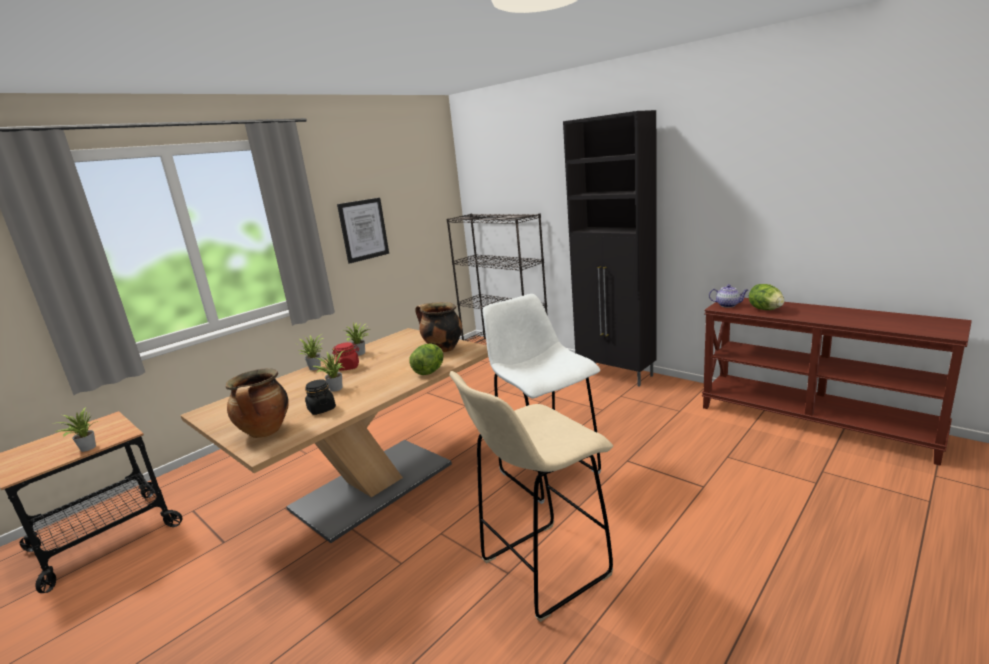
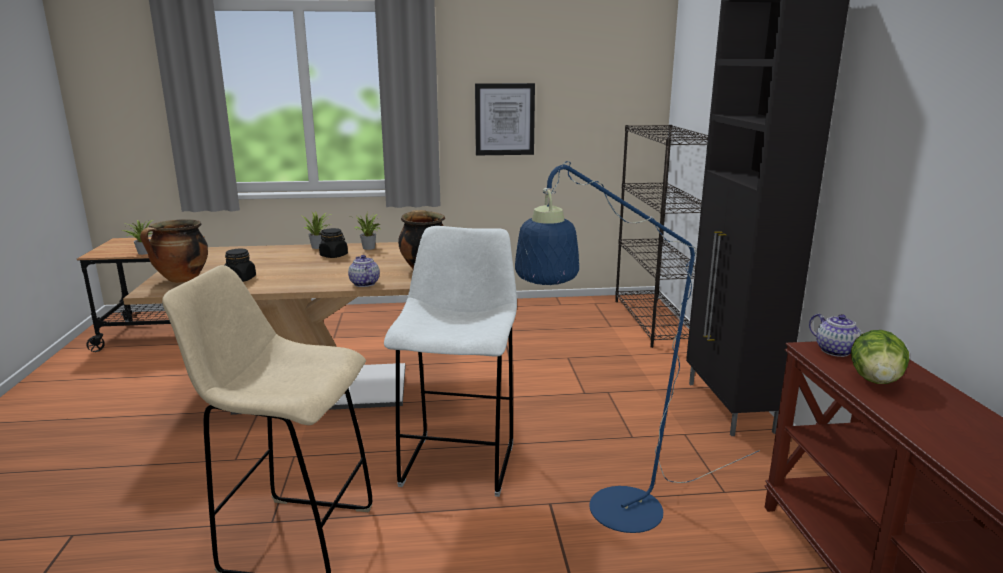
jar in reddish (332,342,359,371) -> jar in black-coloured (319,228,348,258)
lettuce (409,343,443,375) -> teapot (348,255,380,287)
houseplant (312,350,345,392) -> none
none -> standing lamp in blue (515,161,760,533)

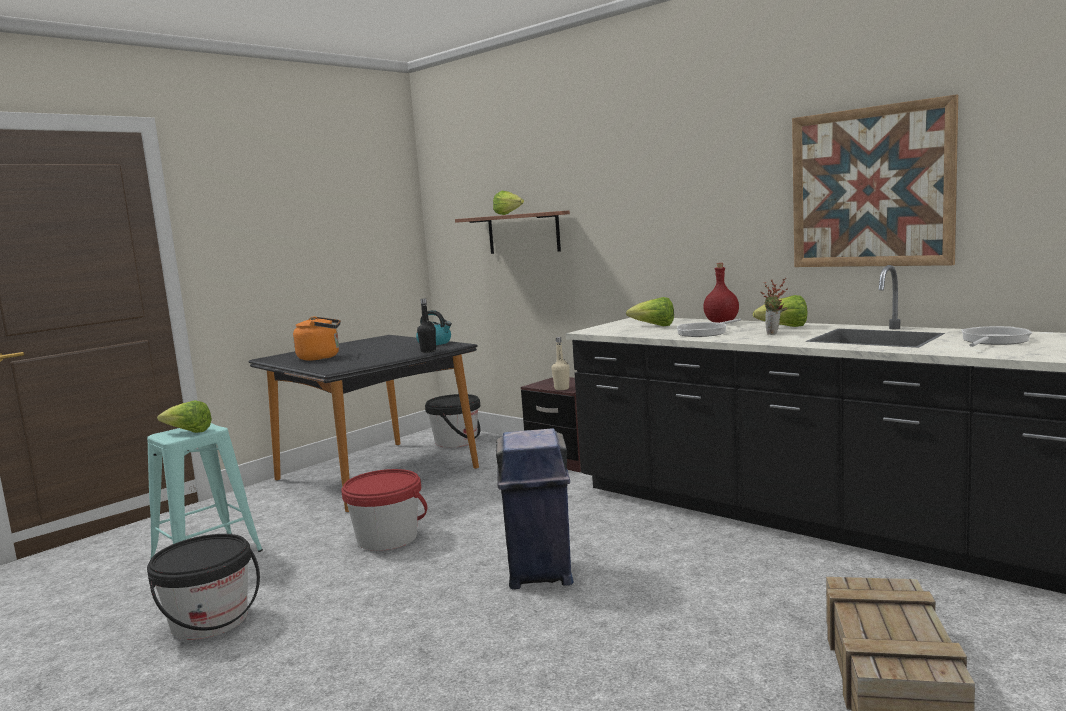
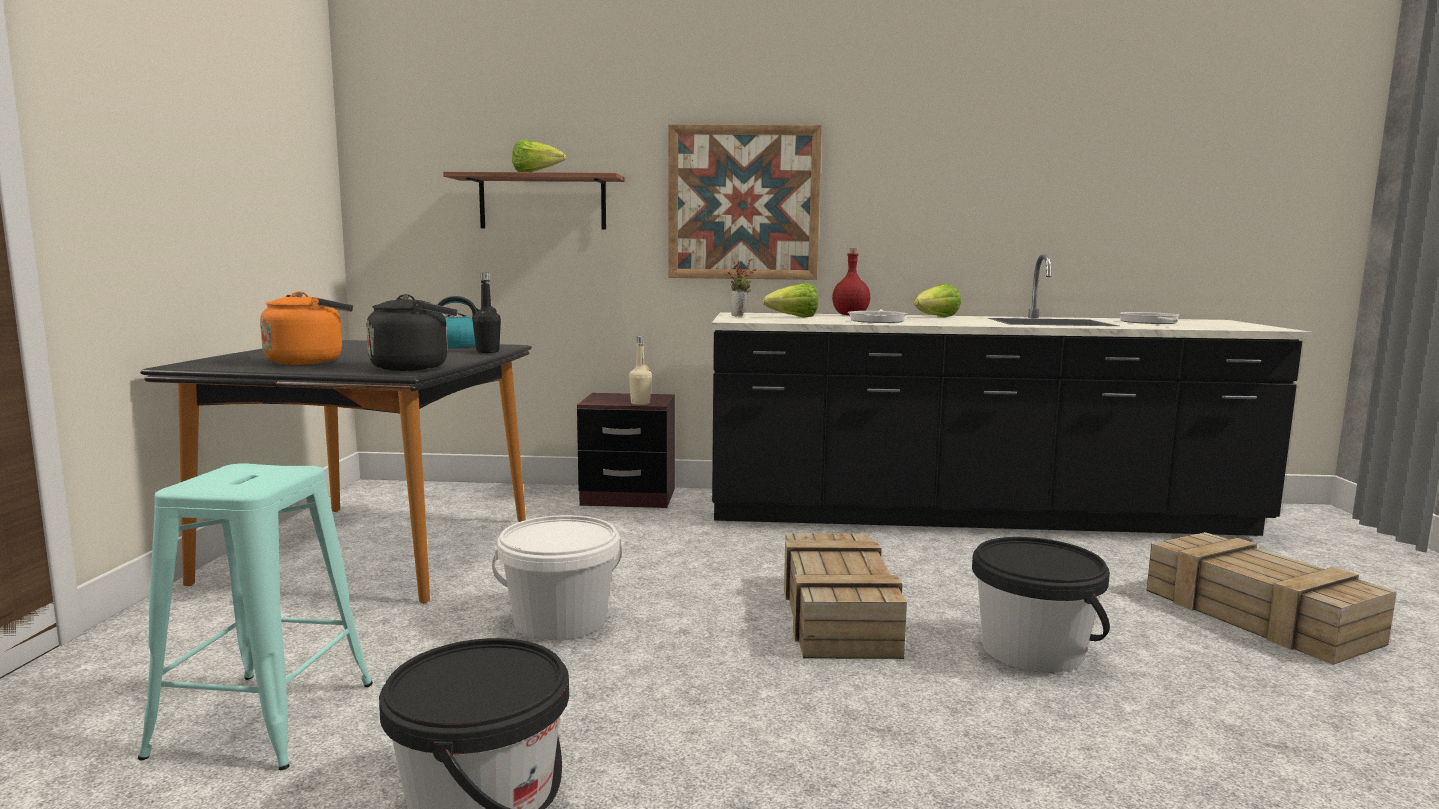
picture (792,94,958,267) -> picture (668,124,822,280), move
houseplant (760,278,788,335) -> houseplant (728,259,756,317), move
water bucket in black-coloured (425,394,480,448) -> water bucket in black-coloured (972,537,1110,673), move
lettuce (157,400,212,433) -> none
rubbish bin in blue (496,428,574,589) -> shipping crate (784,533,907,659)
water bucket in reddish (342,469,427,551) -> water bucket in whitish (492,515,622,641)
none -> kettle in black-coloured (366,294,458,371)

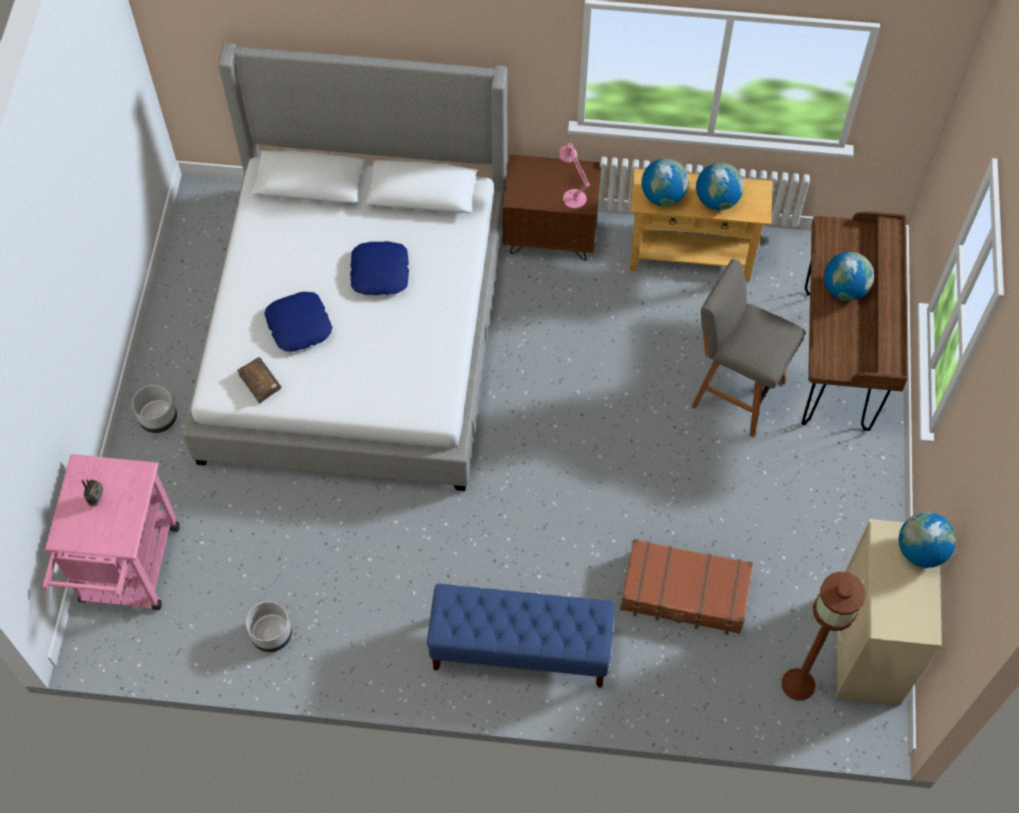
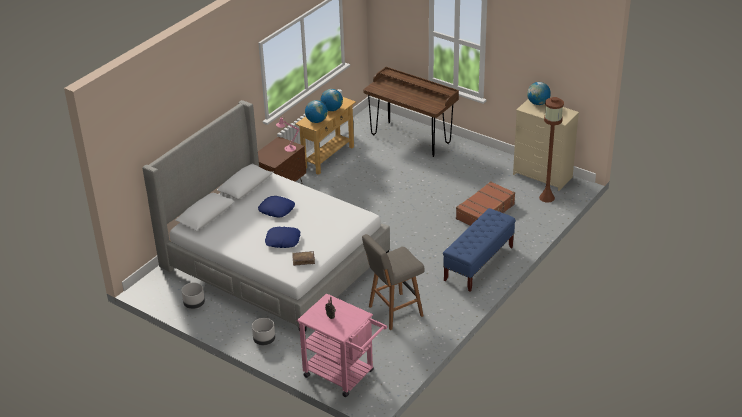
globe (824,252,874,301) -> none
sitting stool in gray (691,259,805,437) -> sitting stool in gray (362,234,424,330), move
flower pot in gray (246,601,292,652) -> flower pot in gray (181,283,205,309), move

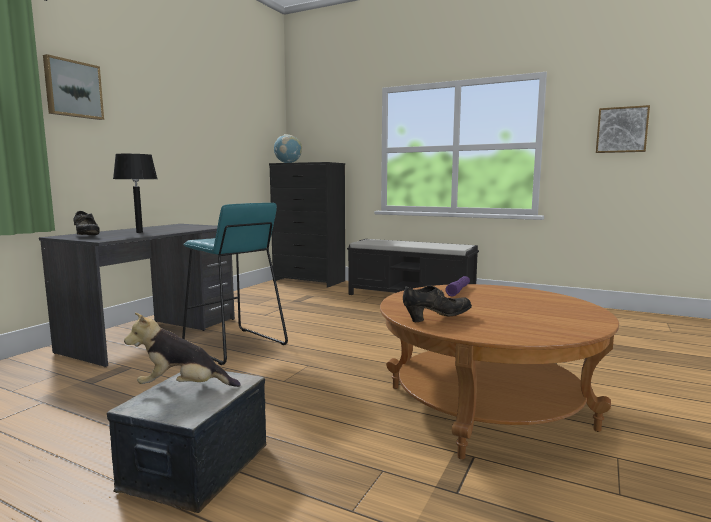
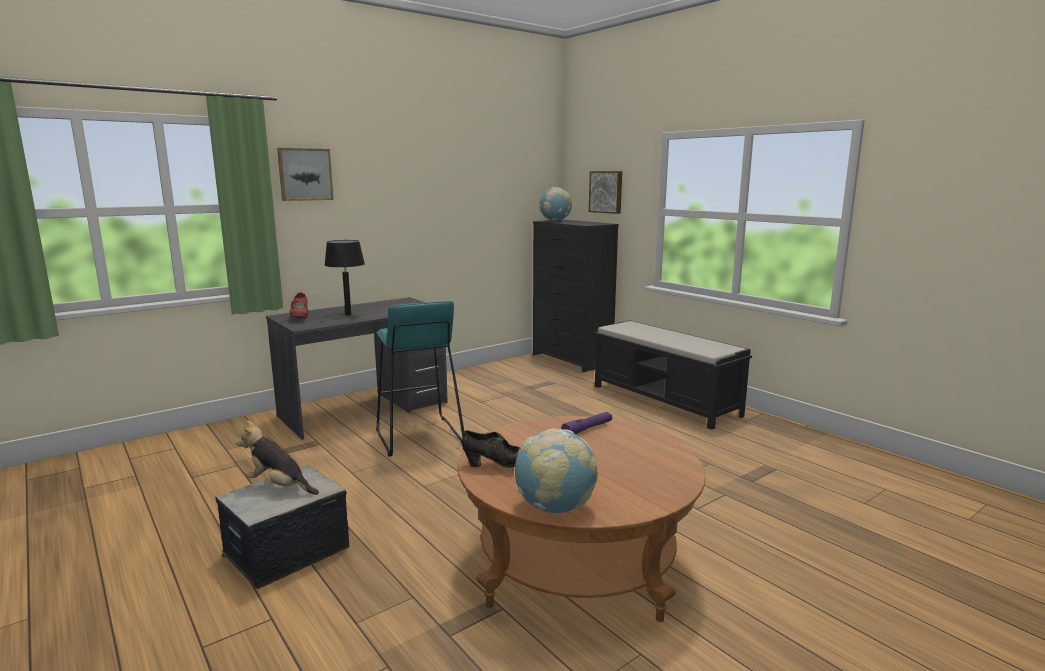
picture (596,105,650,153) -> picture (589,171,622,214), move
item of footwear in black-coloured (73,211,100,235) -> item of footwear in reddish (289,292,308,318)
none -> globe (515,428,598,513)

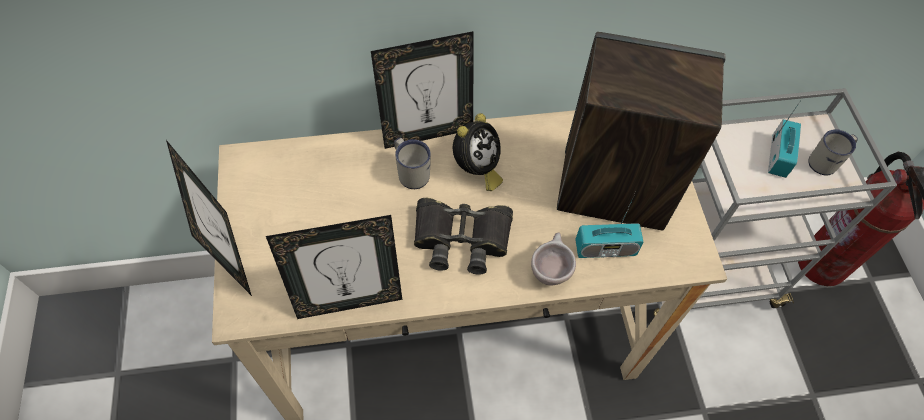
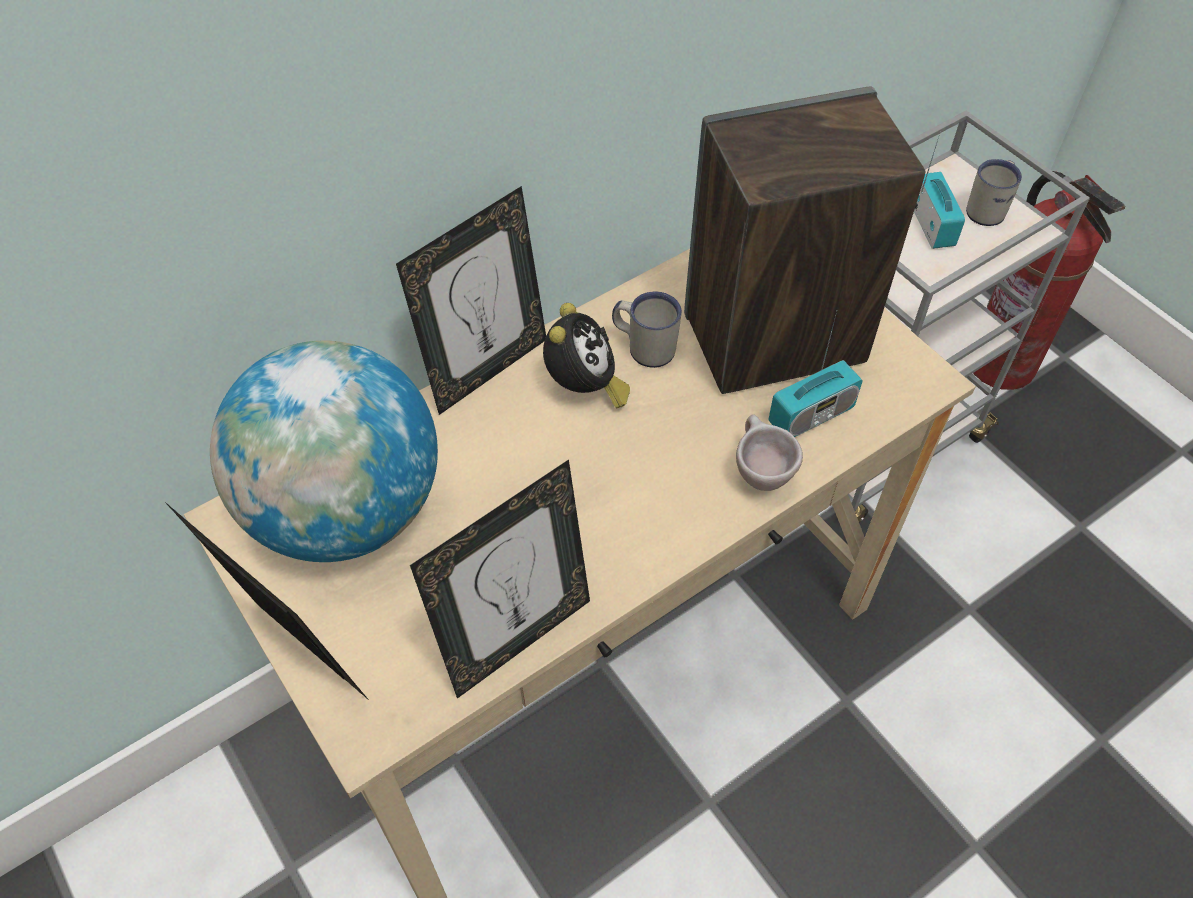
tea mug in whitish (394,137,431,189) -> tea mug in whitish (612,292,682,368), move
binoculars in black-coloured (414,198,513,275) -> none
none -> globe (210,341,438,562)

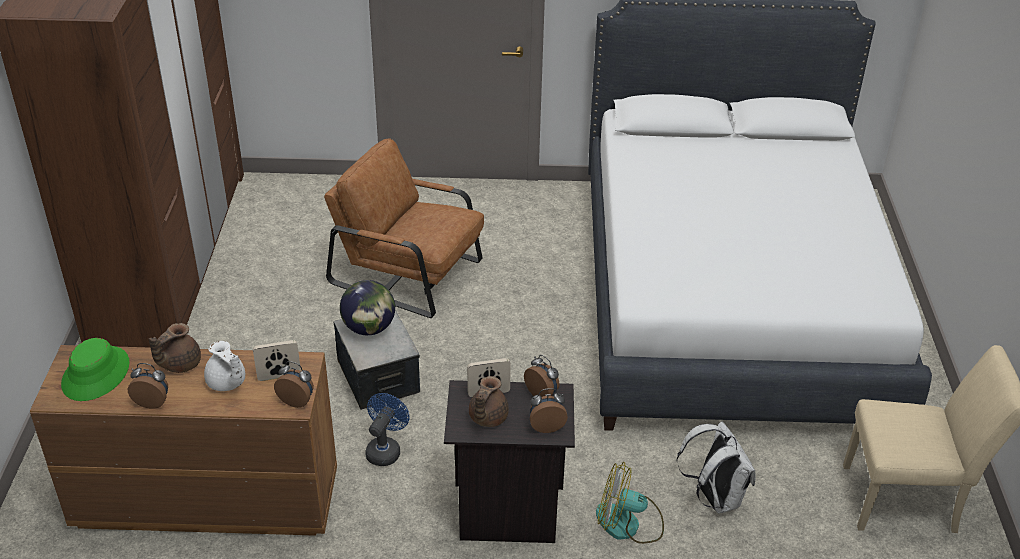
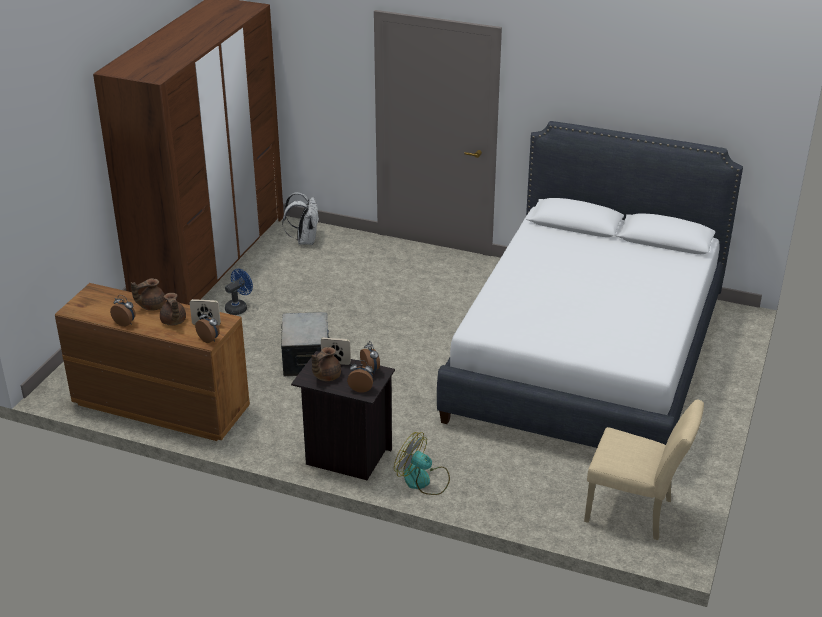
lounge chair in brownish (324,139,484,318) -> none
globe (340,280,395,335) -> none
hat in green-coloured (61,338,129,401) -> none
teapot in whitish (204,341,245,391) -> teapot in brownish (160,293,186,325)
cooling fan in blue (365,393,410,466) -> cooling fan in blue (225,269,253,315), move
backpack in whitish (677,422,756,514) -> backpack in whitish (282,192,319,245), move

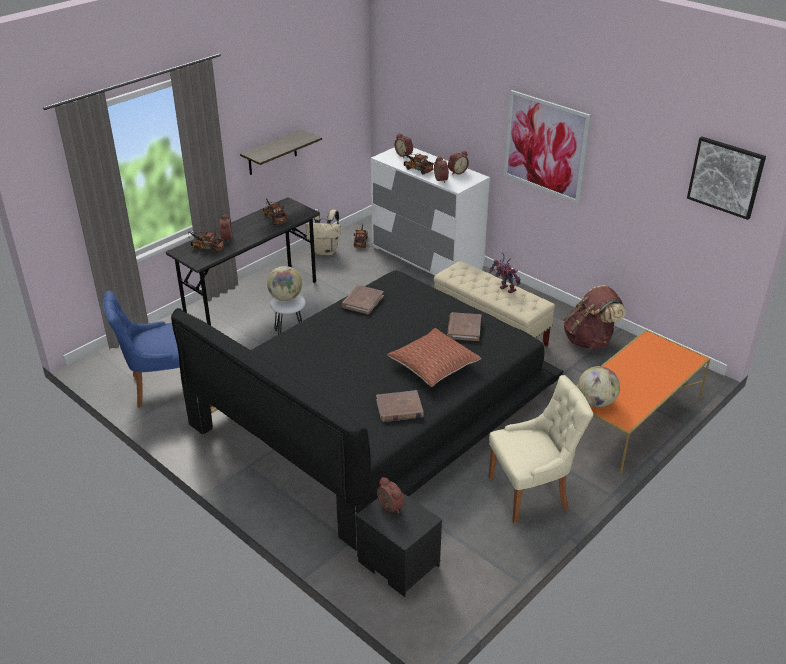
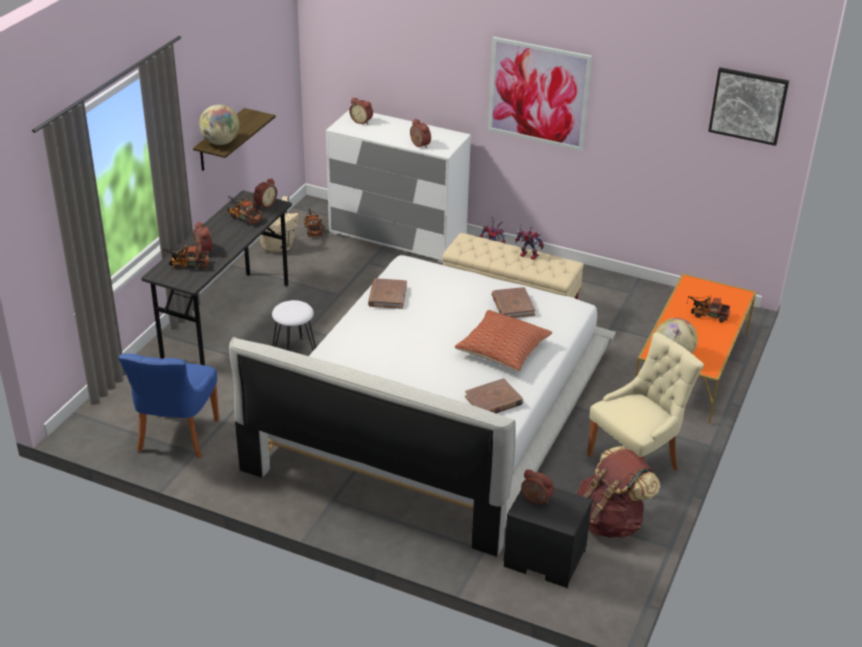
table clock (448,151,469,175) -> table clock (254,178,277,208), move
toy truck (404,152,434,175) -> toy truck (686,296,730,322), move
globe (267,266,302,301) -> globe (199,105,240,145), move
sleeping bed in black-coloured (171,270,563,551) -> sleeping bed in whitish (229,255,616,557)
backpack in brownish (563,285,626,349) -> backpack in brownish (577,446,660,538), move
chair in blue (103,291,180,408) -> chair in blue (118,354,219,459), 45 degrees counterclockwise

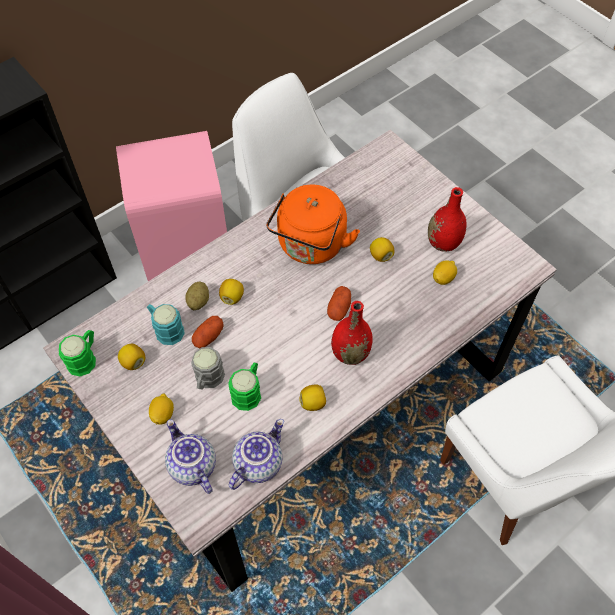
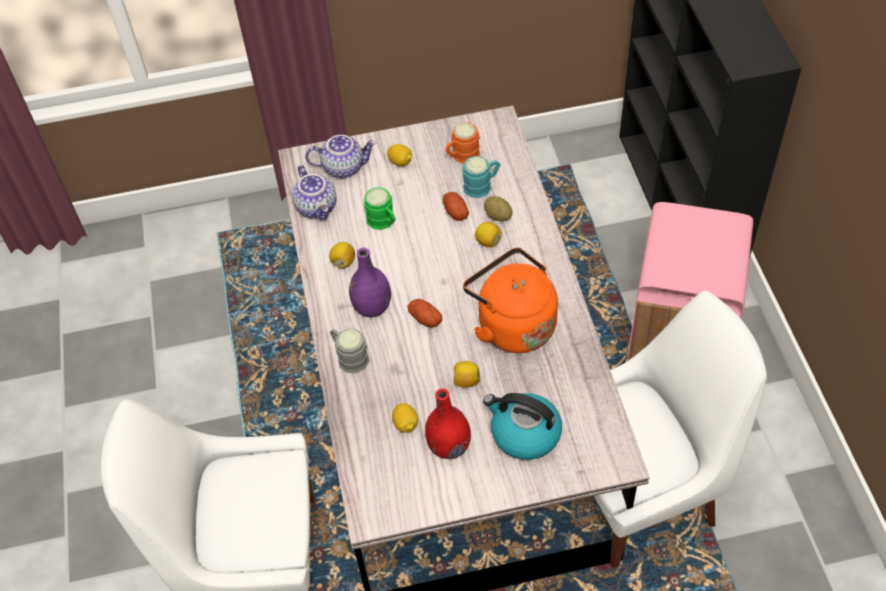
vase in reddish (331,301,373,365) -> vase in purple (349,248,391,317)
tea mug in green-coloured (59,330,96,377) -> none
lemon (118,344,145,370) -> tea mug in orange (445,123,480,164)
tea mug in gray (191,347,225,389) -> tea mug in gray (330,329,369,373), move
none -> kettle (483,393,562,460)

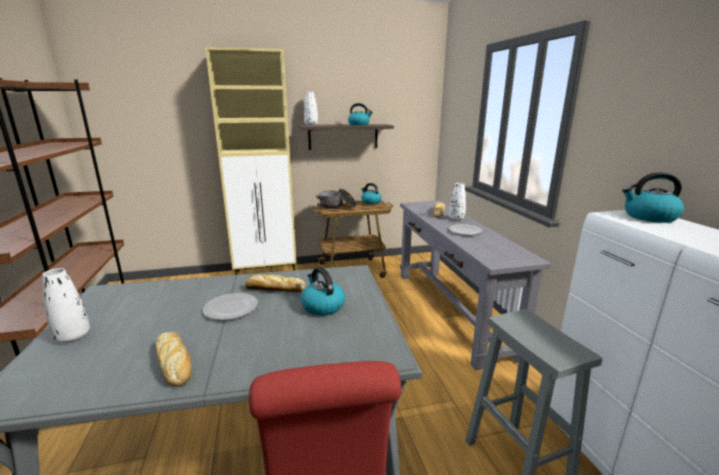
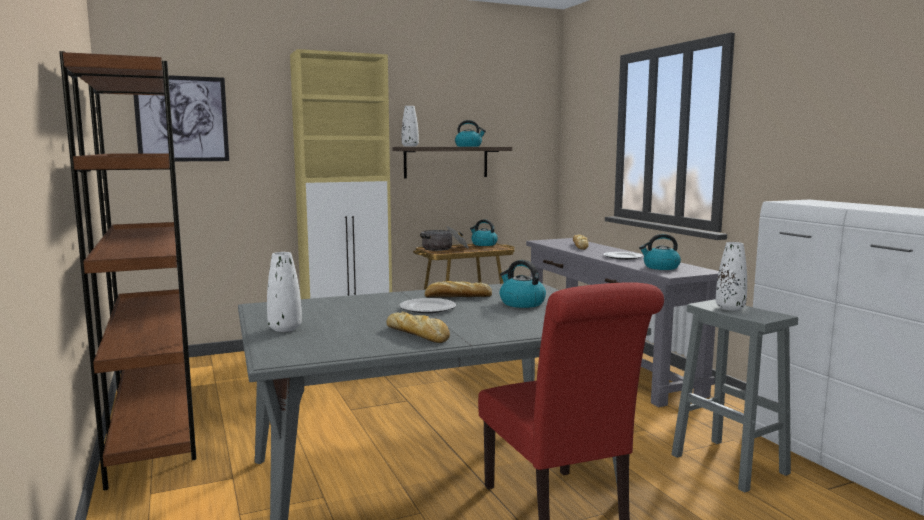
kettle (622,172,684,223) -> kettle (639,234,681,270), move
vase in whitish (449,183,466,220) -> vase in whitish (716,242,747,311), move
none -> picture (134,75,229,161)

